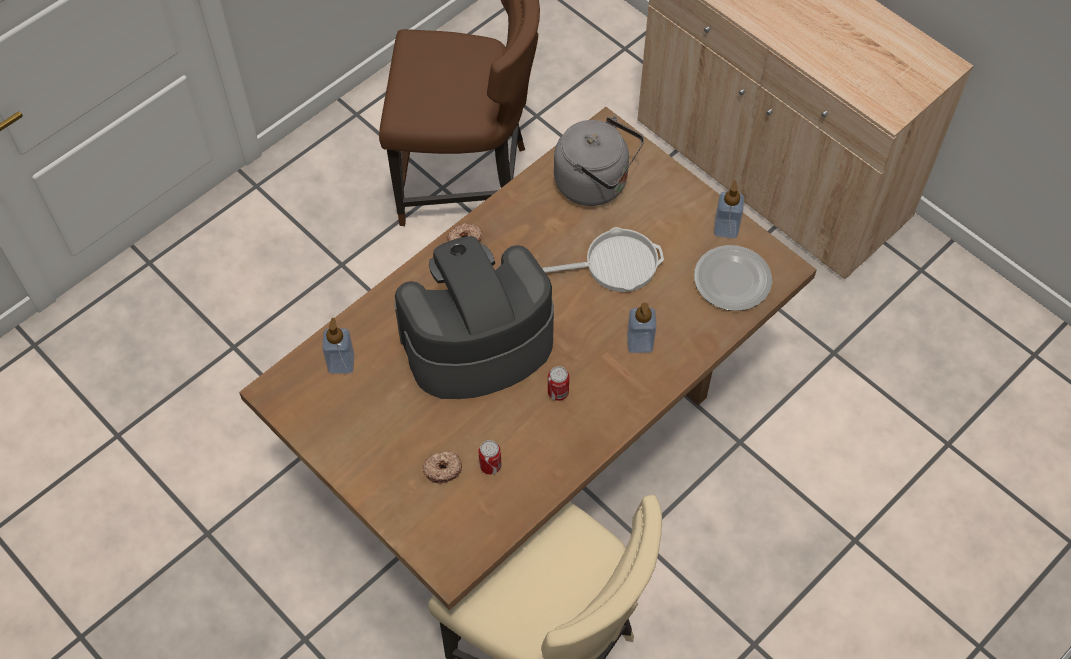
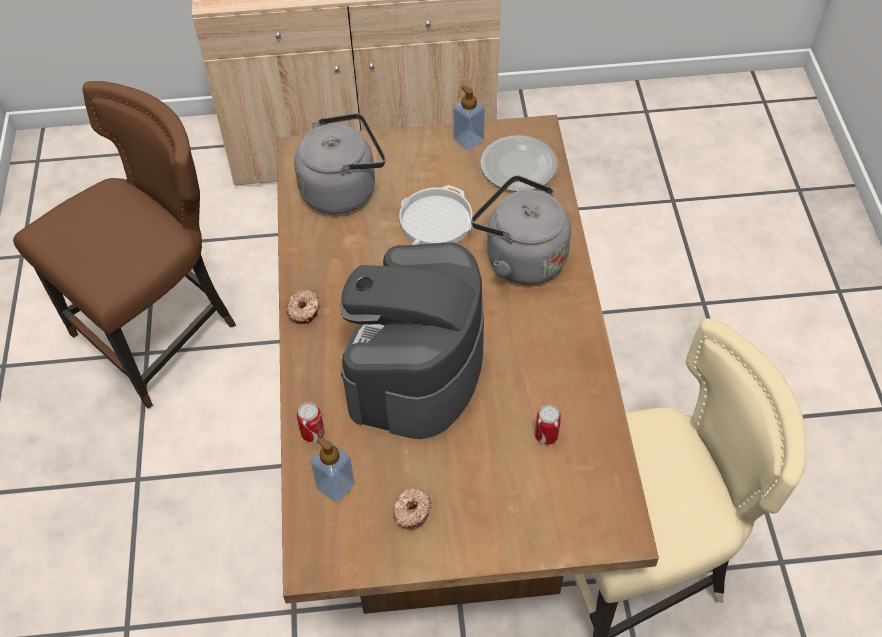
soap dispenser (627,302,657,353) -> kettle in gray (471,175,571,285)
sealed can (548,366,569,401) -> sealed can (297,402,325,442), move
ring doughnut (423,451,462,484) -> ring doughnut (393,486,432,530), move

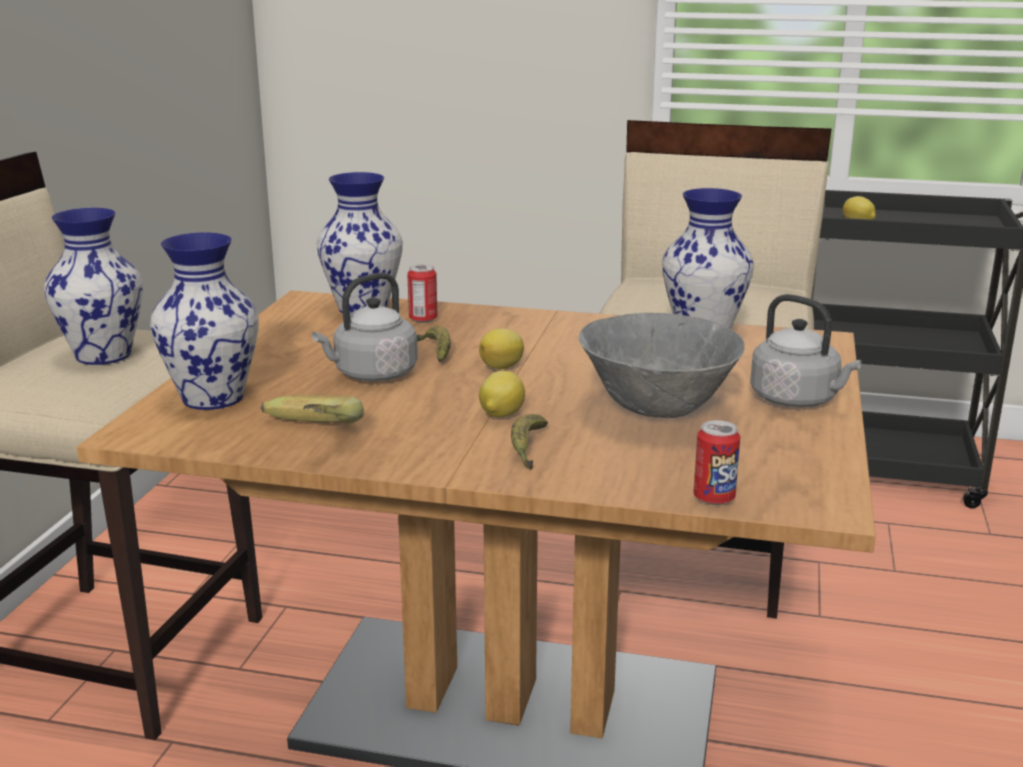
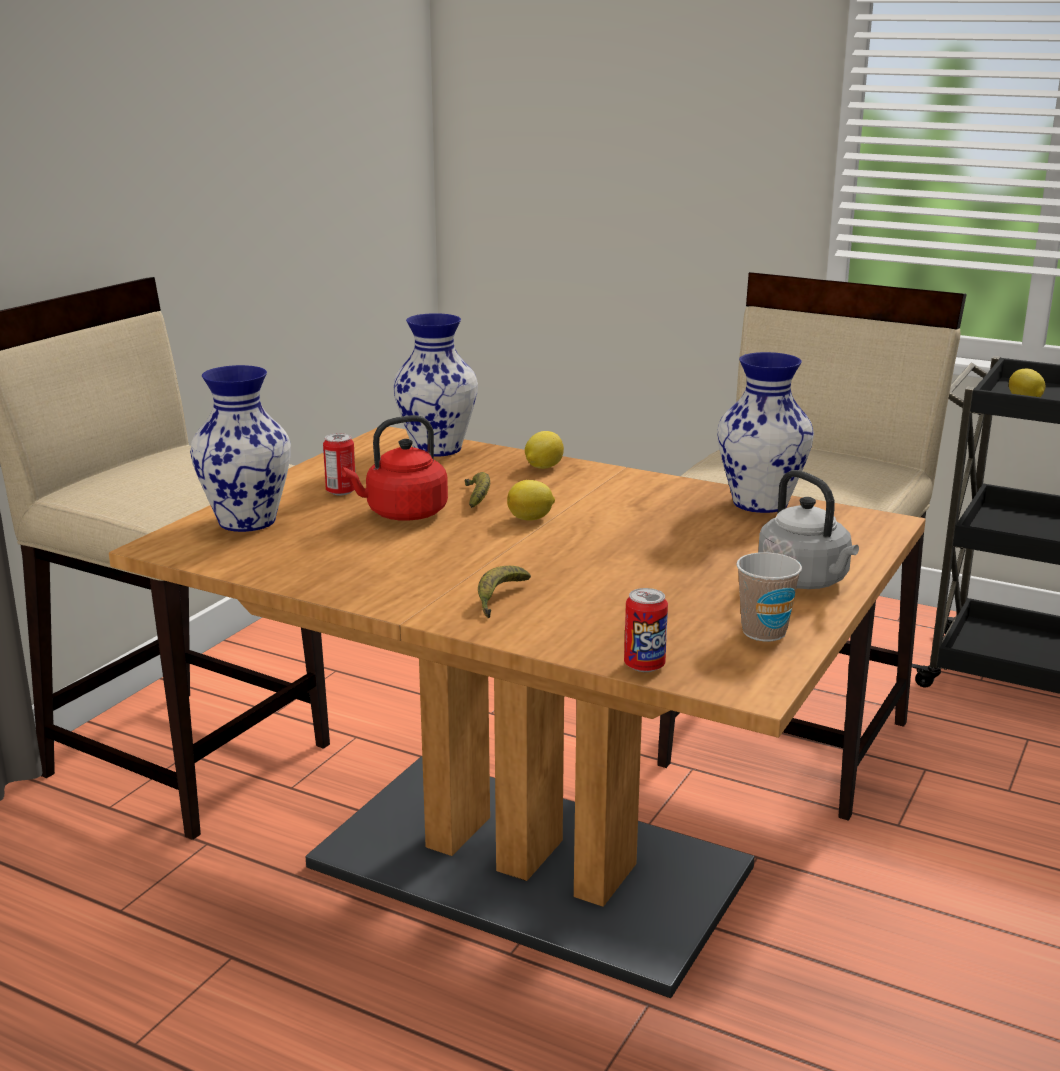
vase (44,208,143,365) -> none
sealed can (407,264,437,323) -> sealed can (323,433,355,495), move
kettle in gray (312,273,418,381) -> kettle in reddish (341,415,448,521)
deep dish in gray (579,313,745,418) -> none
lemon (479,370,525,418) -> lemon (525,431,564,469), move
banana fruit (261,395,364,423) -> none
none -> drinking cup (736,552,802,642)

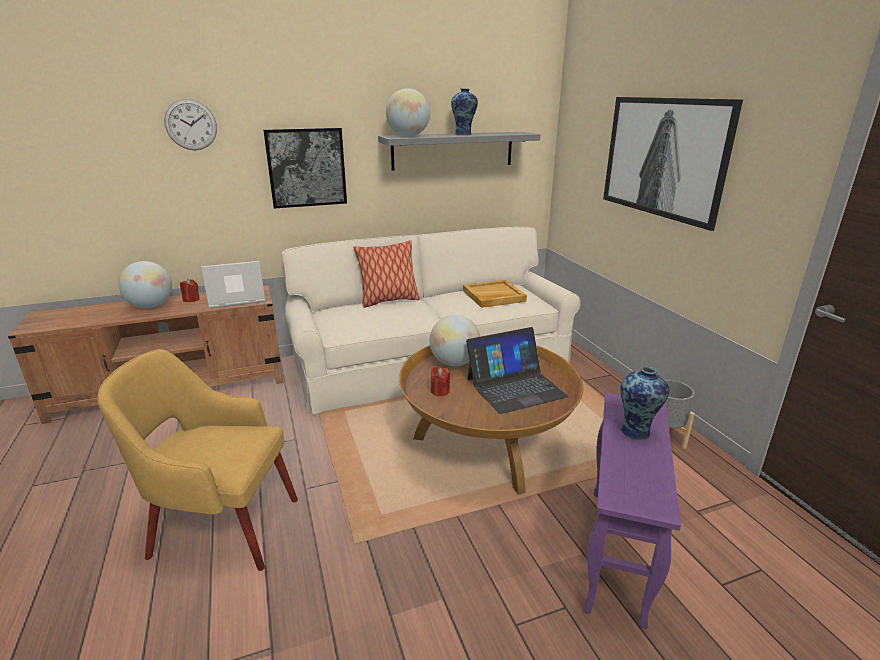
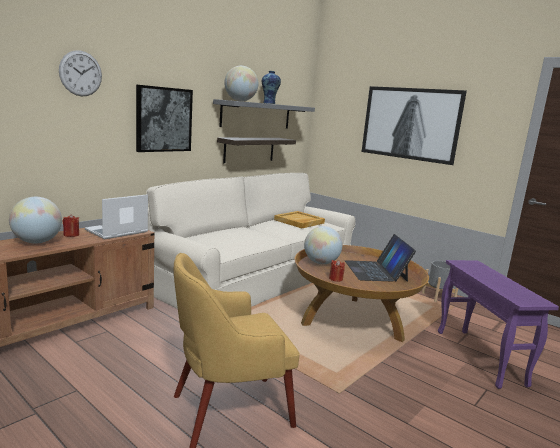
cushion (353,240,420,308) -> none
laptop (466,327,569,414) -> laptop (345,234,416,282), 135 degrees clockwise
vase (620,366,670,440) -> none
none -> bracket shelf (217,138,296,163)

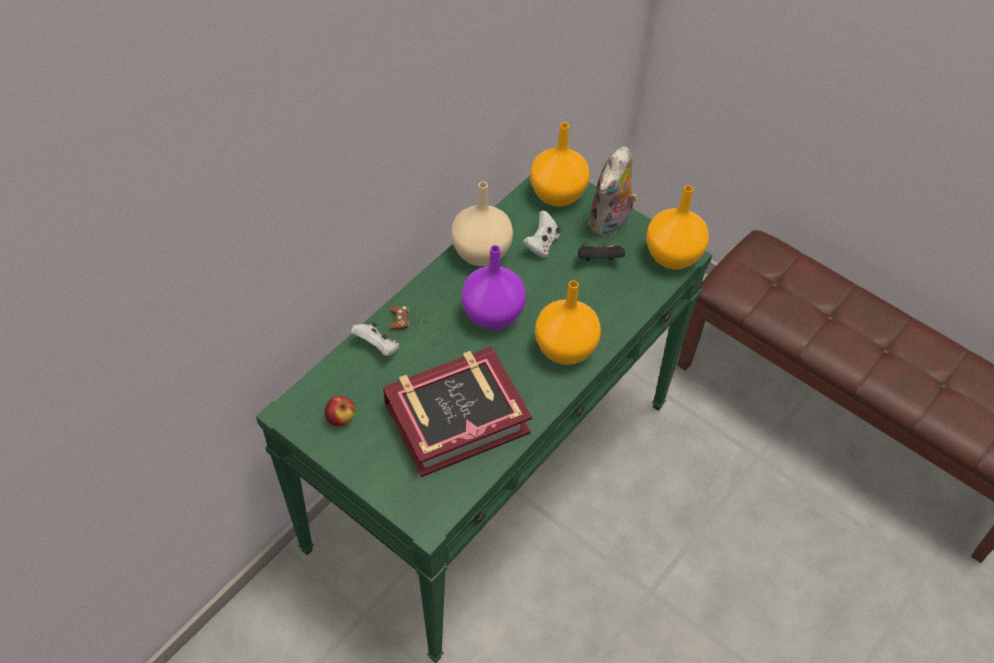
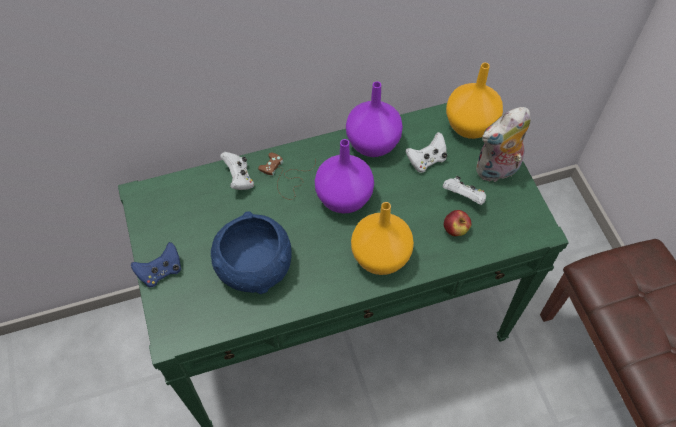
vase in beige-coloured (451,182,513,266) -> vase in purple (346,81,403,157)
vase in orange (646,185,709,270) -> none
game controller in black-coloured (578,243,625,261) -> game controller in whitish (443,176,486,205)
bound book (383,346,532,477) -> deep dish in blue (211,212,292,294)
apple (324,396,355,427) -> apple (444,210,472,236), move
none -> game controller in blue (131,242,181,287)

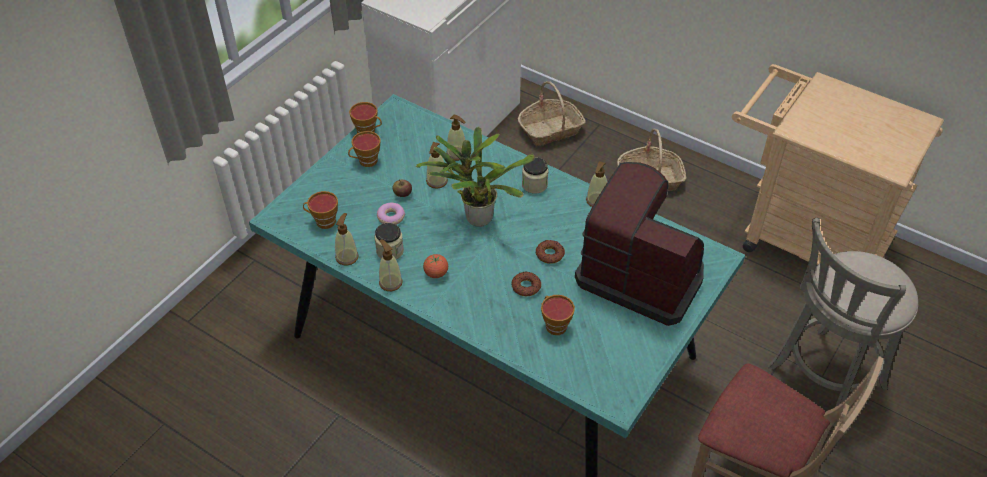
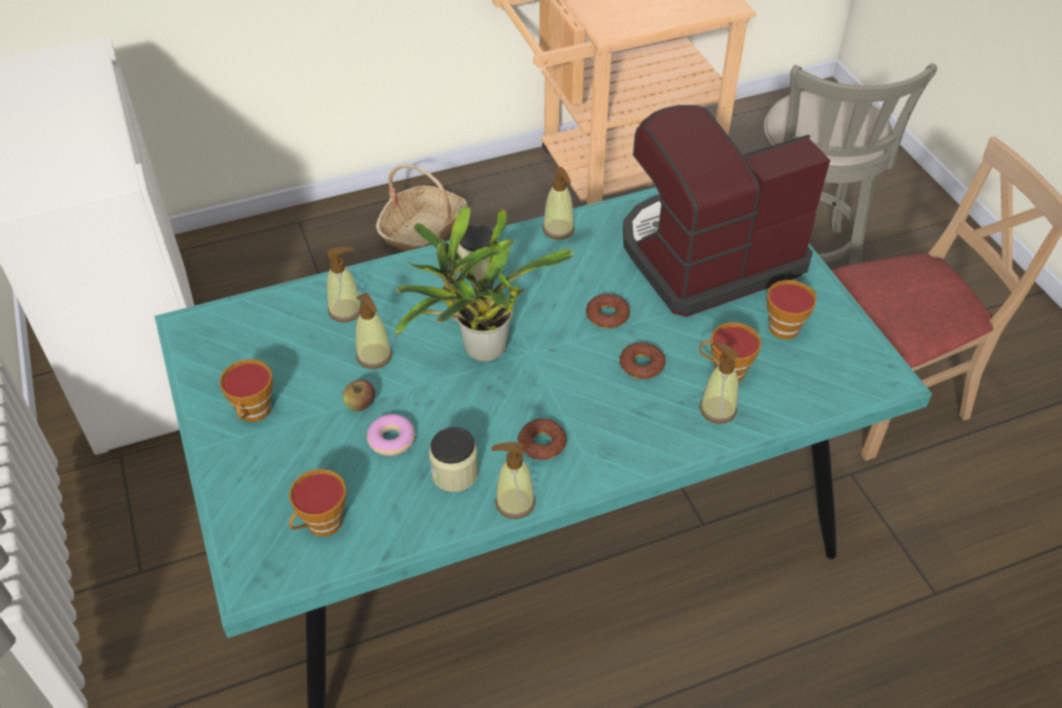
basket (518,81,586,146) -> none
drinking cup (349,102,382,133) -> drinking cup (767,280,816,339), move
soap dispenser (335,213,359,266) -> soap dispenser (699,341,739,424), move
fresh tomato (423,254,448,278) -> ring doughnut (517,418,566,460)

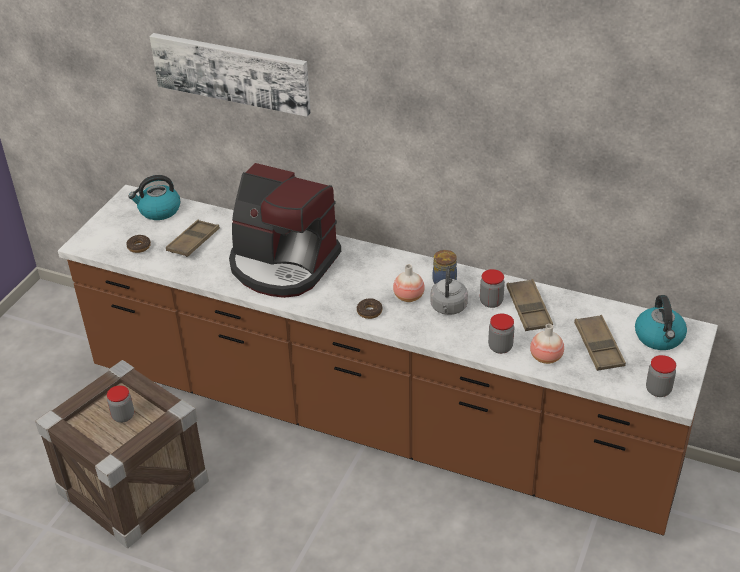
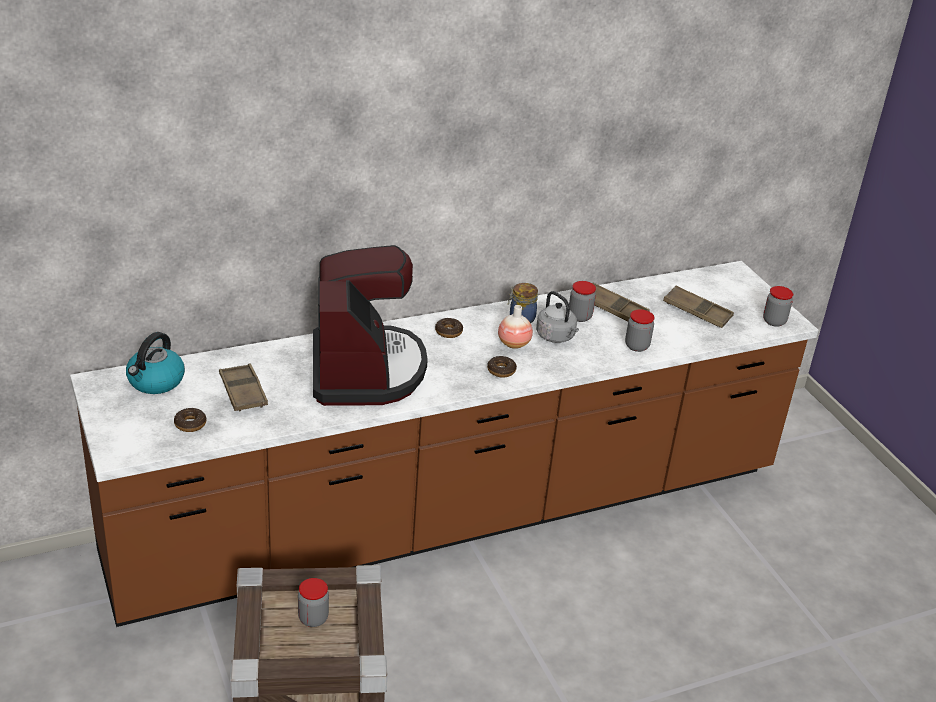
picture (149,33,311,117) -> none
coffee brewer (229,163,341,298) -> coffee brewer (313,245,428,406), 75 degrees counterclockwise
kettle (635,295,687,350) -> none
vase (530,324,564,364) -> none
none -> ring doughnut (435,318,463,338)

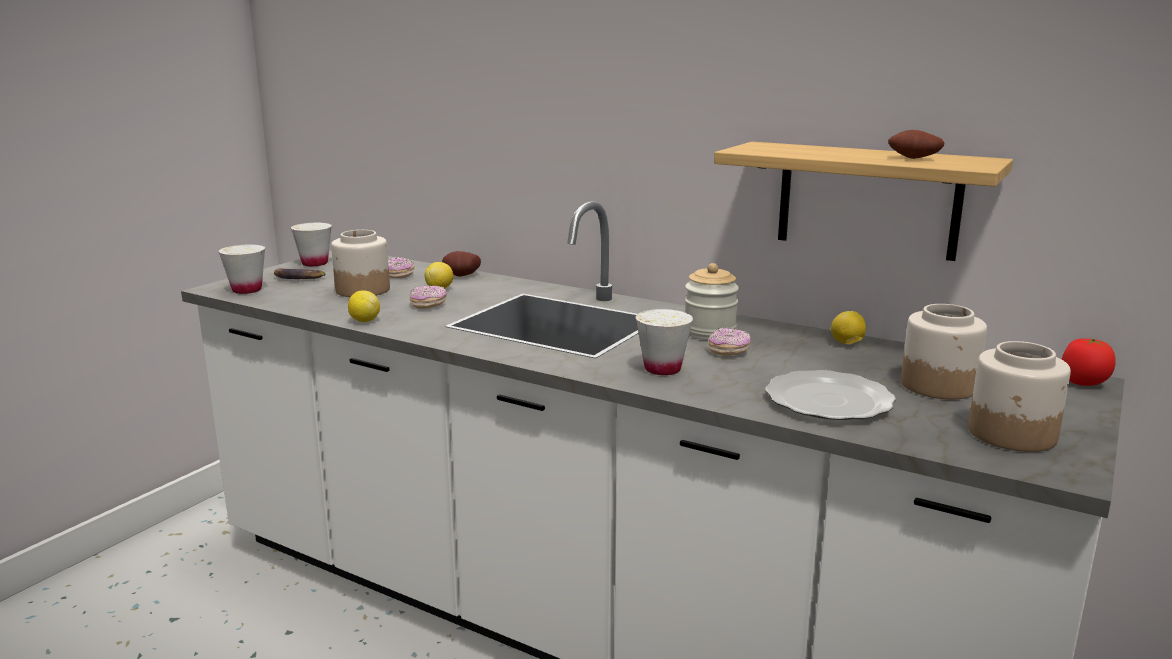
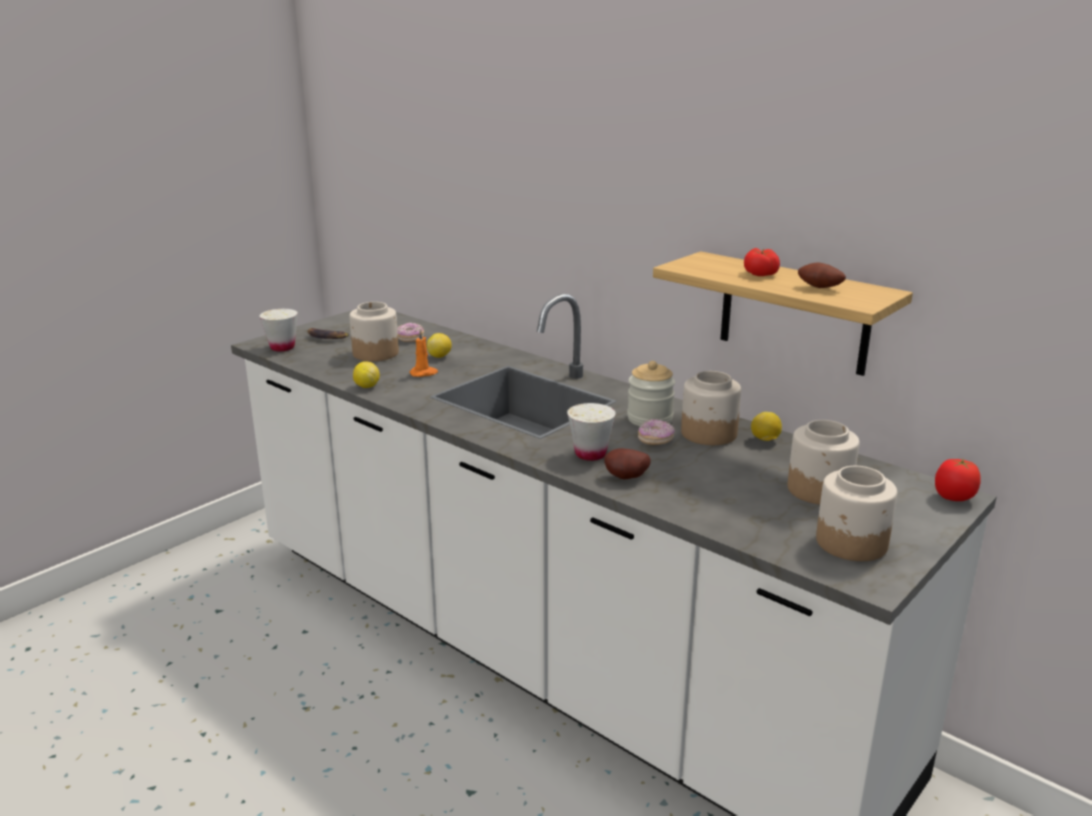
drinking cup in whitish (291,223,332,266) -> none
whole potato (442,251,481,277) -> whole potato (604,448,651,479), move
ring doughnut (410,285,447,309) -> candle in orange (409,329,438,377)
dinner plate (765,370,896,420) -> none
none -> fresh tomato (744,248,780,276)
none -> jar (681,371,741,445)

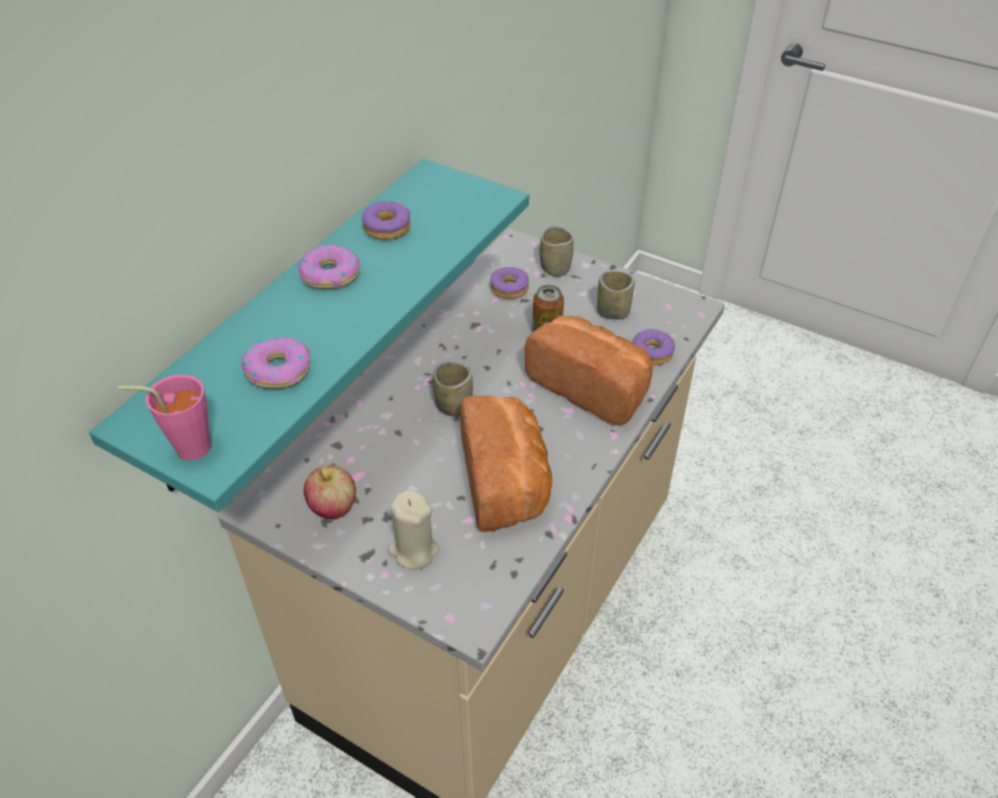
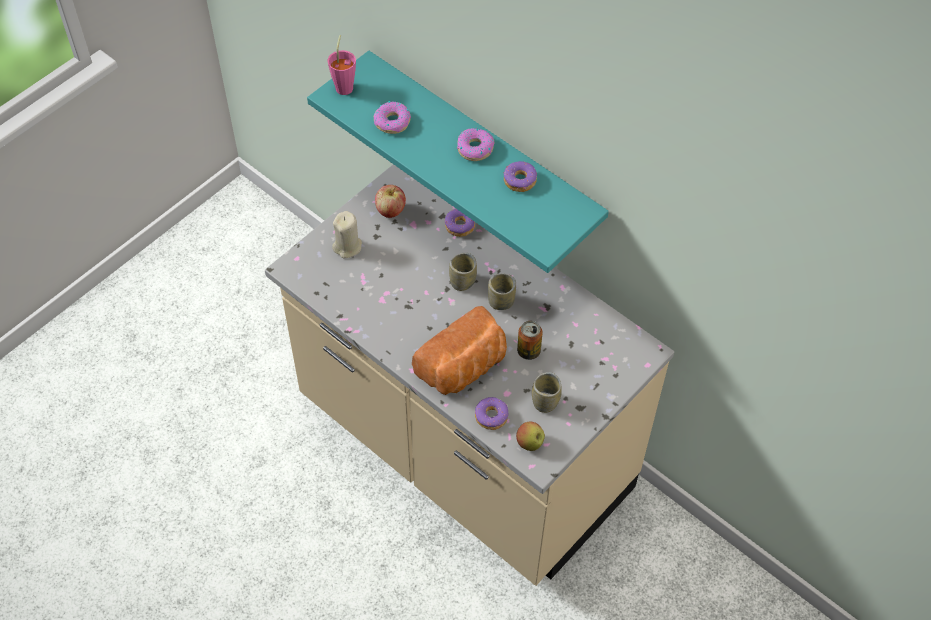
drinking cup (539,226,574,277) -> drinking cup (488,274,516,310), move
ring doughnut (490,267,529,299) -> ring doughnut (445,209,475,237), move
bakery bread (460,395,552,532) -> none
none -> apple (516,422,545,451)

